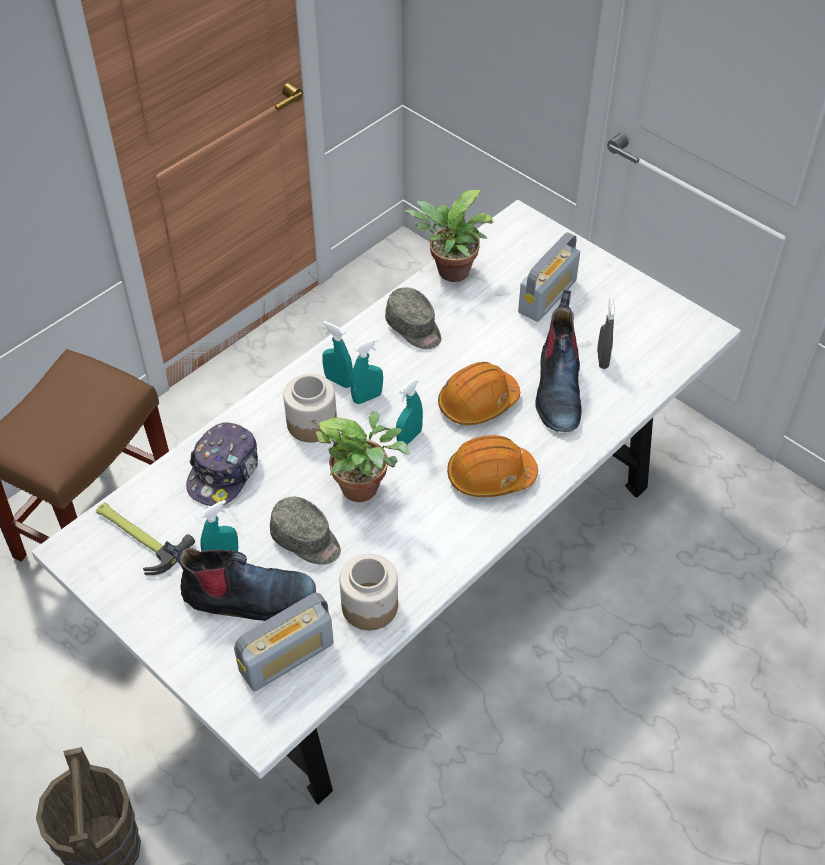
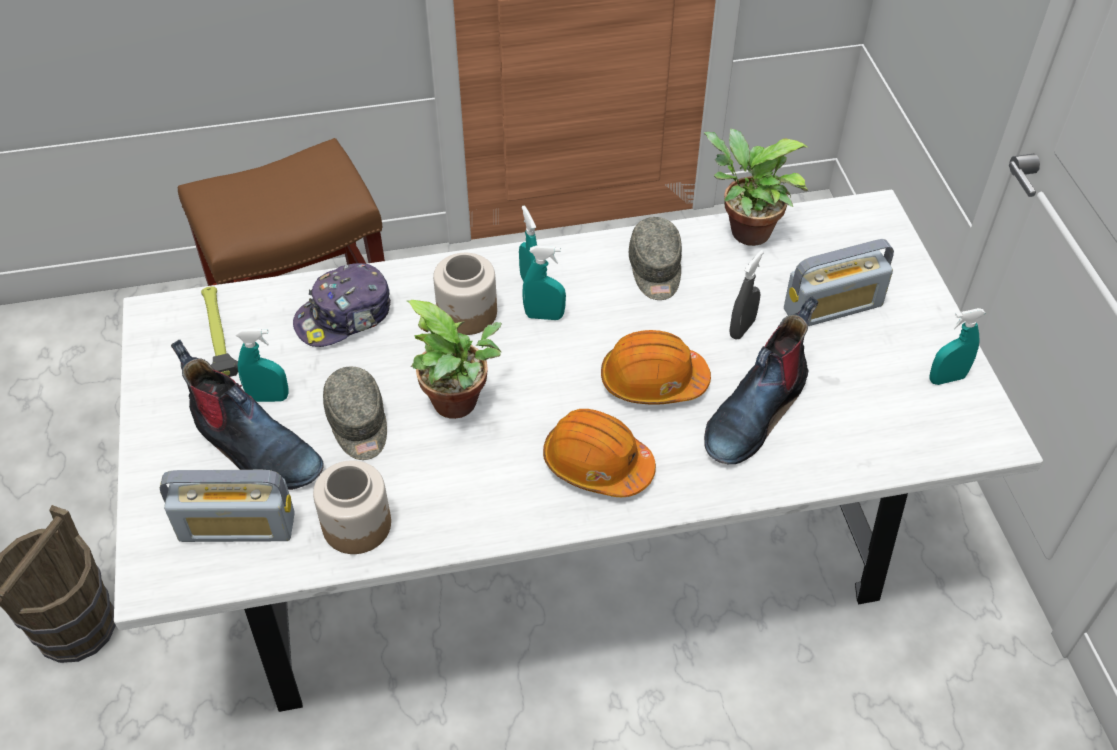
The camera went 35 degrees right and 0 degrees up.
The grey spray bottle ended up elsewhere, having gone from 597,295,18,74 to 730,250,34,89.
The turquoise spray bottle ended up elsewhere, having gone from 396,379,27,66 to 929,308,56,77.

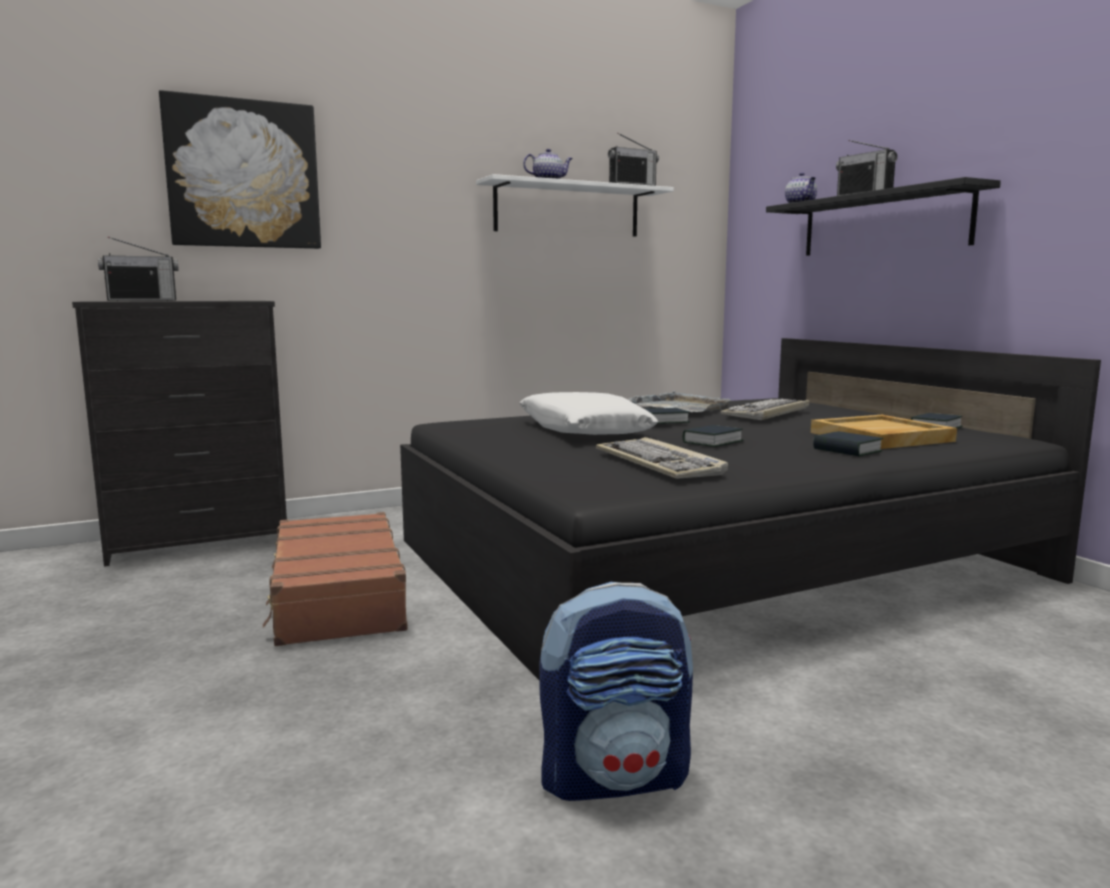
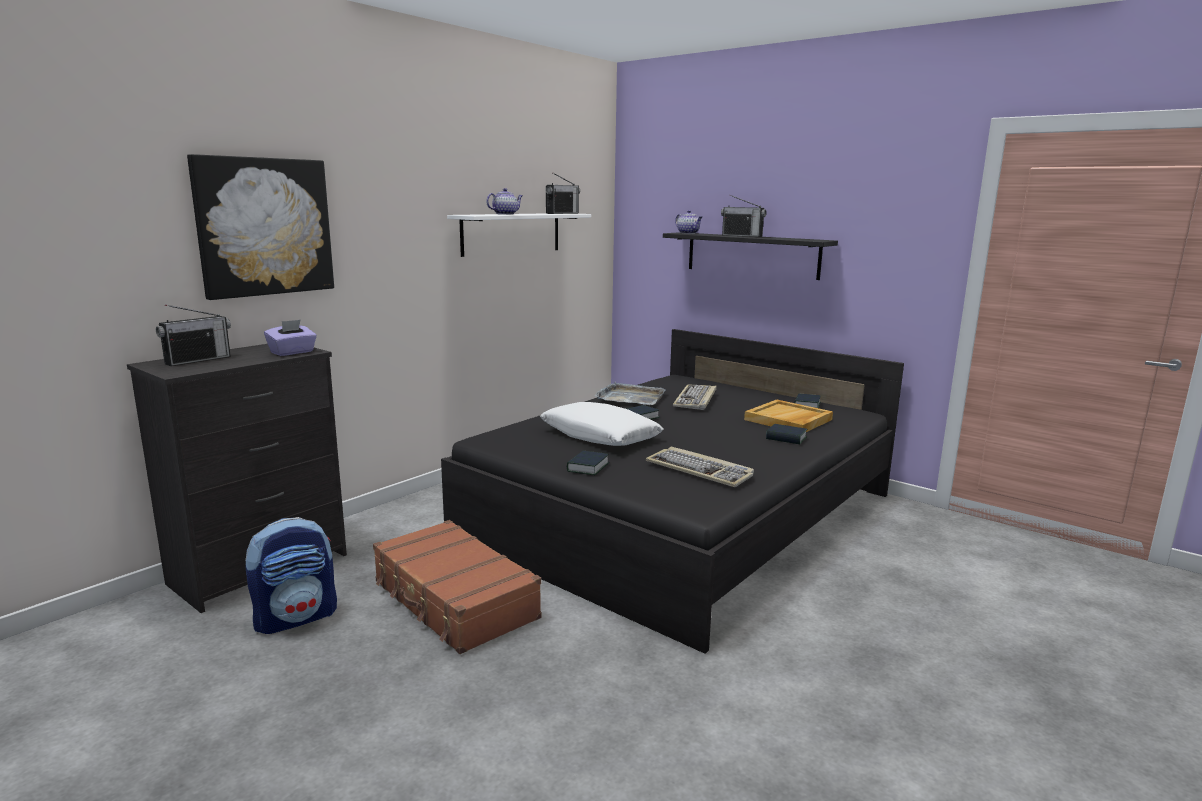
The camera went 25 degrees left and 5 degrees up.
The book ended up elsewhere, having gone from 683,425,61,22 to 567,451,42,24.
The backpack ended up elsewhere, having gone from 539,582,154,219 to 245,517,92,117.
The second view gained the purple tissue box at 264,319,53,37.

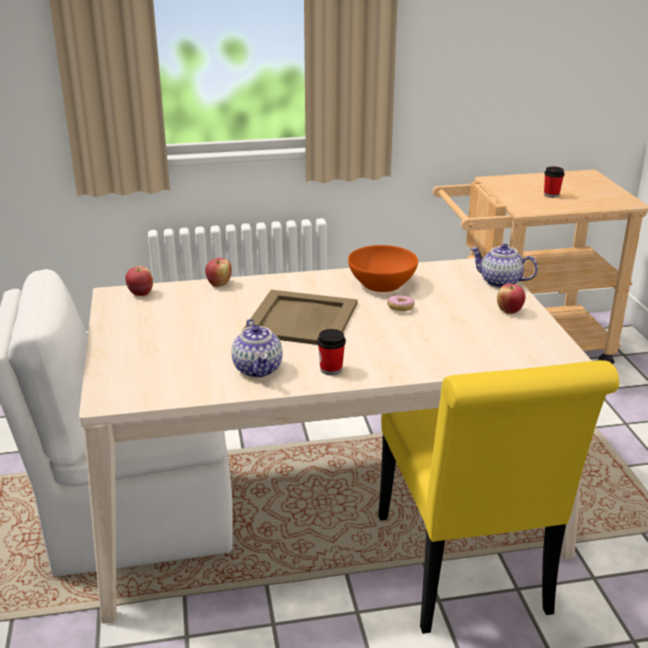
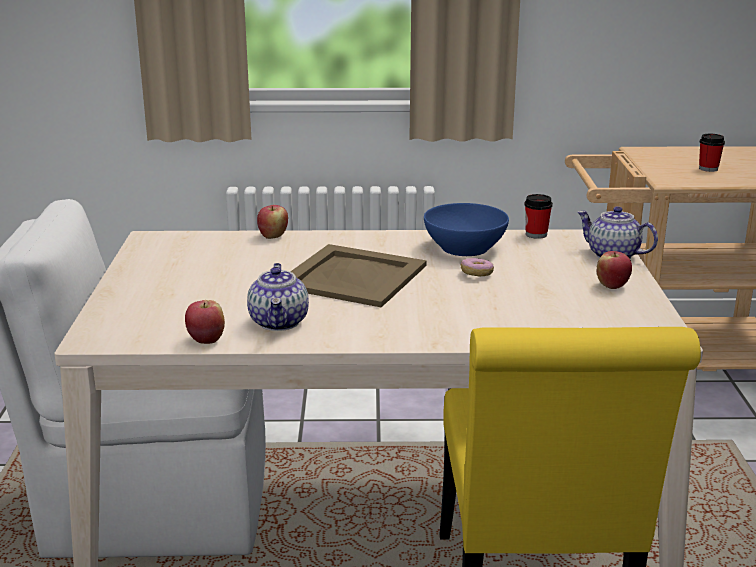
The camera went 10 degrees right and 5 degrees down.
What was the orange bowl at 348,245,70,47 turned into the blue bowl at 424,203,85,53.
The apple ended up elsewhere, having gone from 126,266,27,30 to 185,300,40,44.
The cup ended up elsewhere, having gone from 317,329,29,46 to 524,194,29,45.

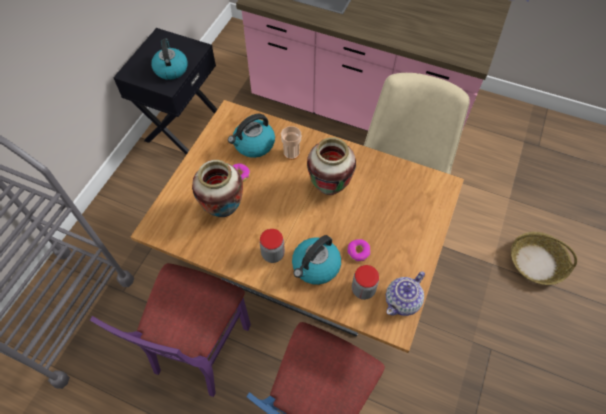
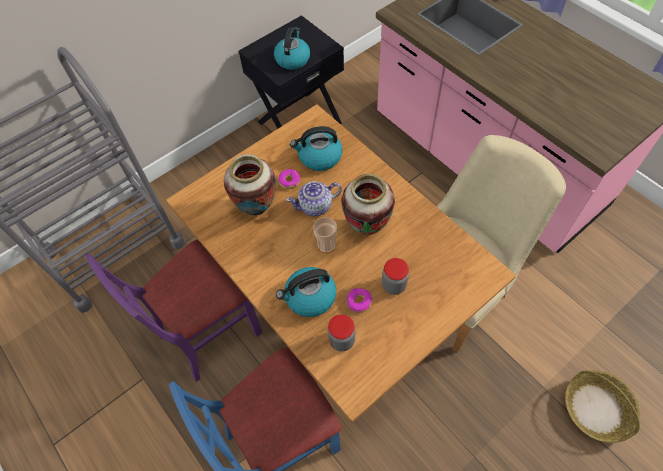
The camera went 30 degrees right and 0 degrees up.
The cup ended up elsewhere, having gone from 281,126,20,34 to 313,217,24,36.
The jar ended up elsewhere, having gone from 260,229,25,34 to 382,258,27,37.
The teapot ended up elsewhere, having gone from 386,271,39,45 to 286,181,56,35.

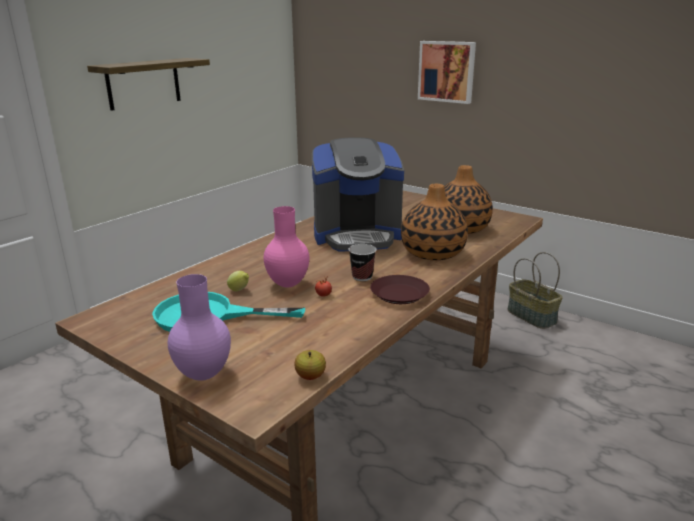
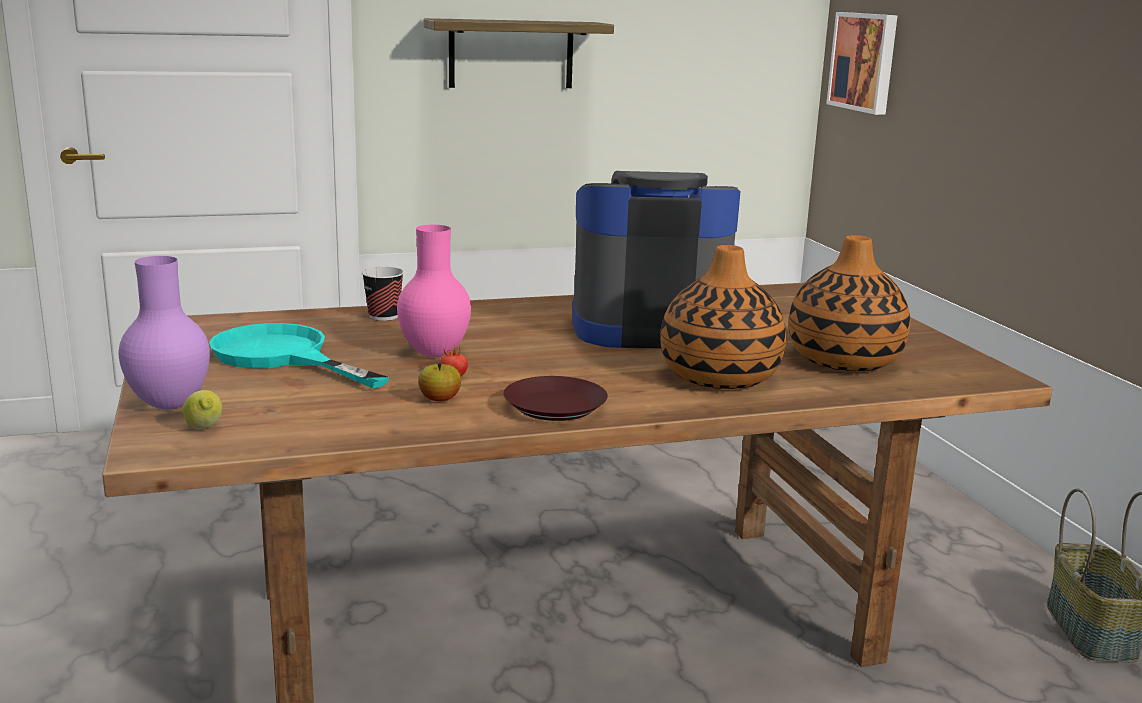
The camera went 35 degrees right and 5 degrees down.
The picture ended up elsewhere, having gone from 418,41,58,63 to 826,12,72,103.
The coffee machine at 312,137,92,115 ended up facing another way, 150 degrees clockwise from before.
The cup ended up elsewhere, having gone from 349,244,28,37 to 362,267,42,54.
The lemon ended up elsewhere, having gone from 227,271,22,20 to 183,390,39,39.
The apple ended up elsewhere, having gone from 294,350,32,30 to 418,363,43,39.

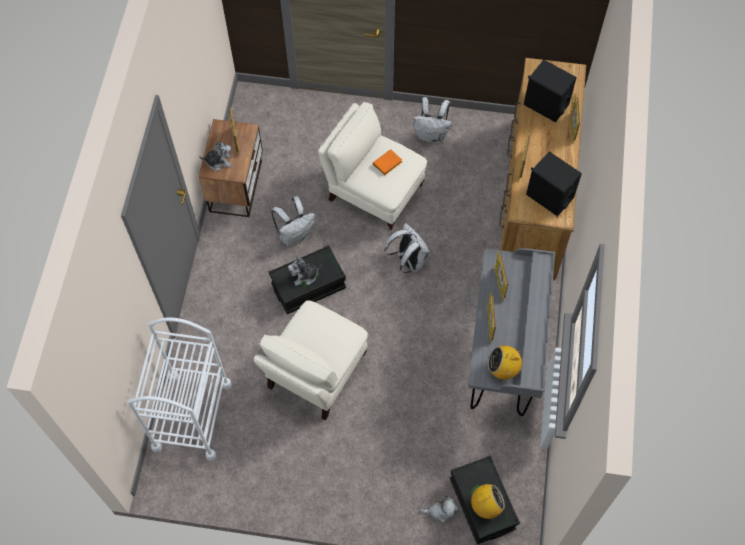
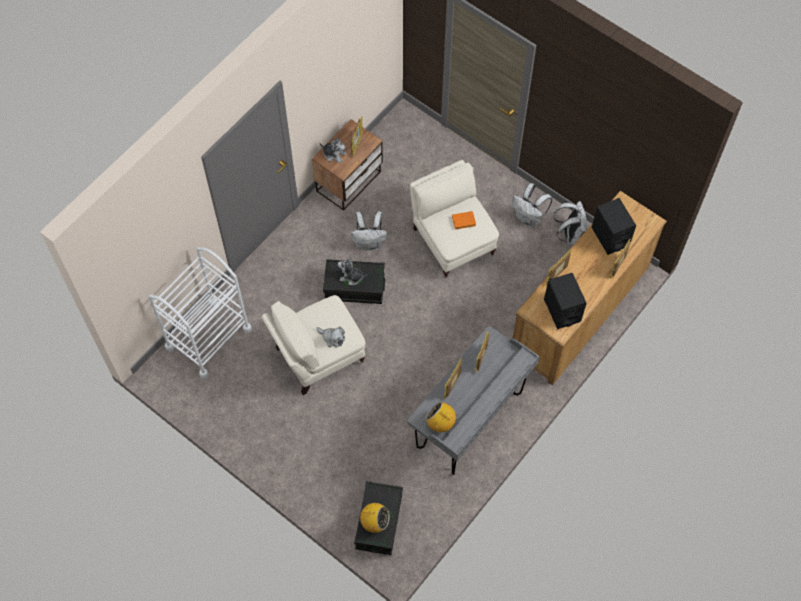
The camera went 30 degrees right and 0 degrees up.
The white backpack ended up elsewhere, having gone from 385,223,46,50 to 553,201,34,43.
The plush toy ended up elsewhere, having gone from 420,495,39,28 to 316,327,29,20.

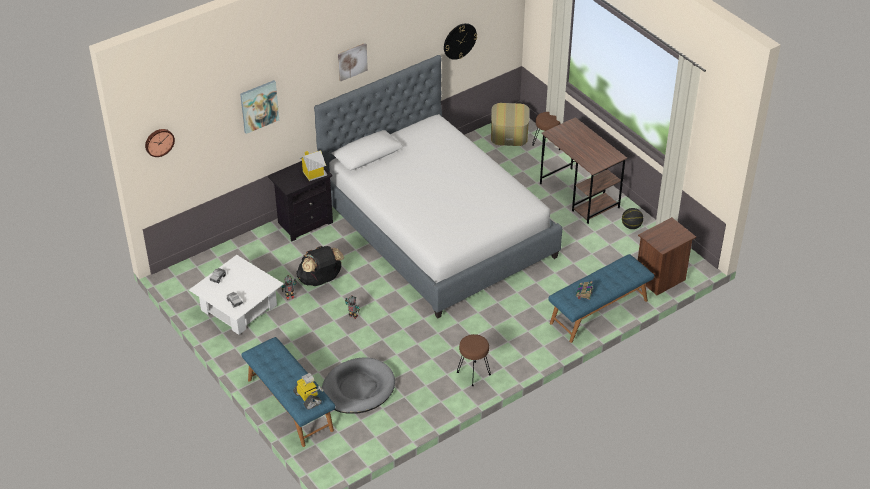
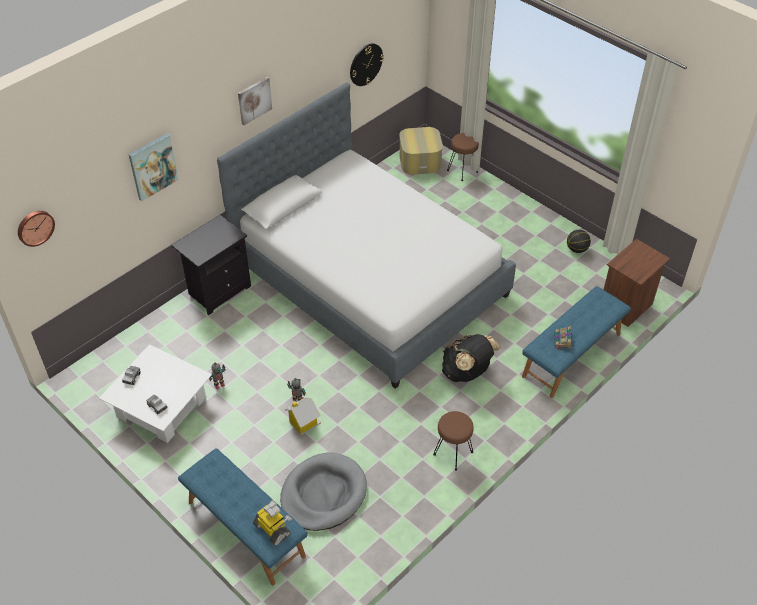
The camera went 10 degrees left and 5 degrees up.
The second view lost the brown desk at 540,117,87,107.
The toy house ended up elsewhere, having gone from 299,150,28,31 to 284,398,37,37.
The black backpack ended up elsewhere, having gone from 297,246,47,40 to 442,334,59,48.

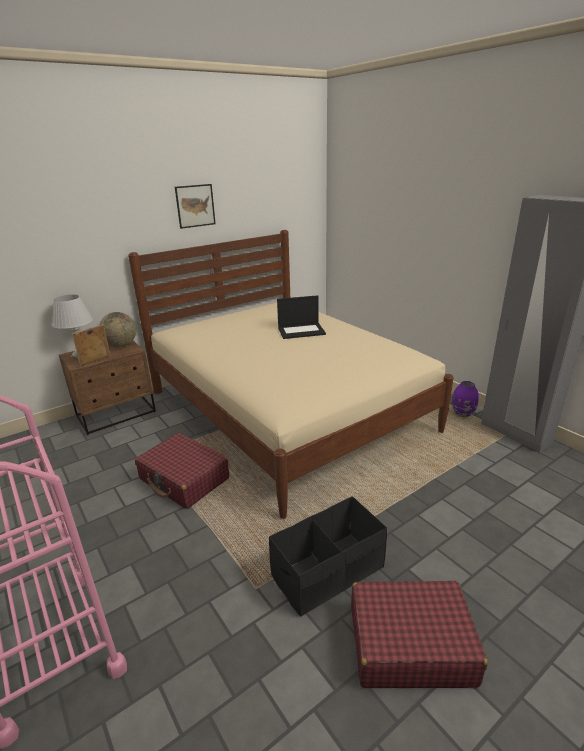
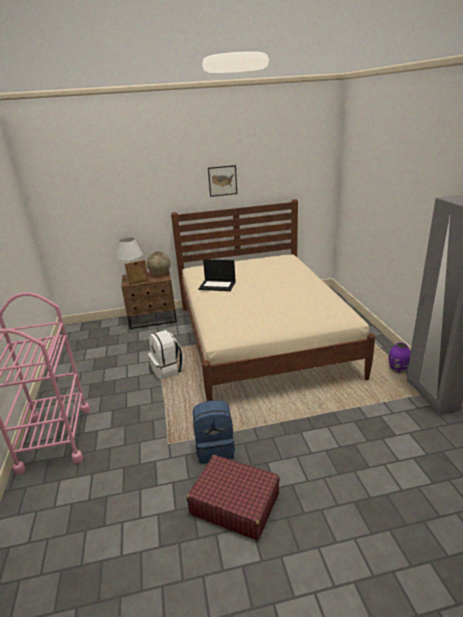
The camera went 25 degrees right and 0 degrees up.
The laptop ended up elsewhere, having gone from 277,295,49,44 to 198,259,38,32.
Where the red suitcase stood at 135,433,94,76, the white backpack came to stand at 148,330,35,50.
Where the black storage box stood at 269,496,118,121, the blue backpack came to stand at 193,401,42,63.

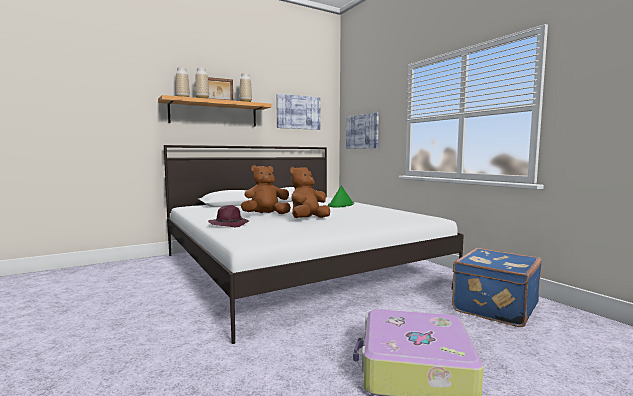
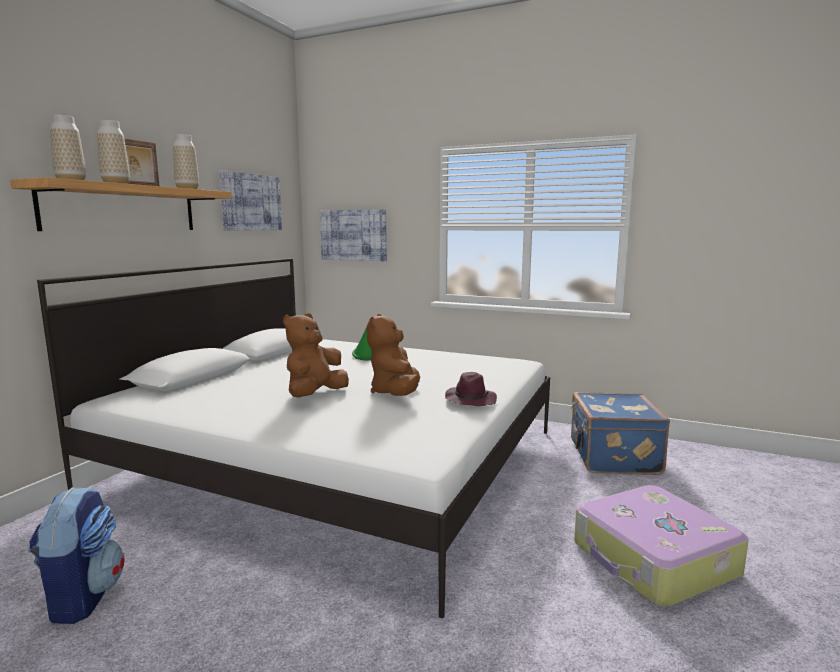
The camera went 35 degrees left and 5 degrees up.
The purple hat ended up elsewhere, having gone from 208,205,41,23 to 445,372,52,34.
The second view gained the backpack at 29,487,96,137.

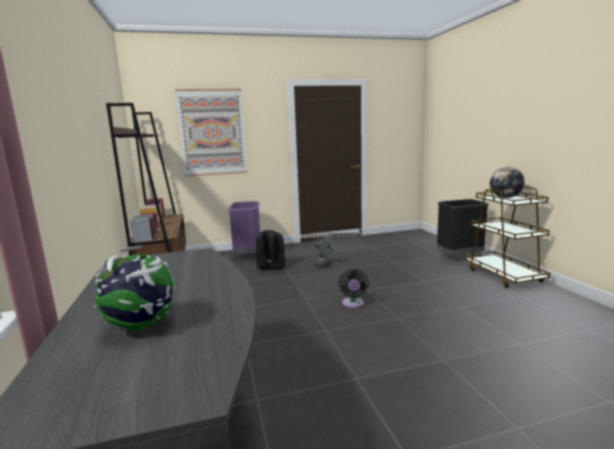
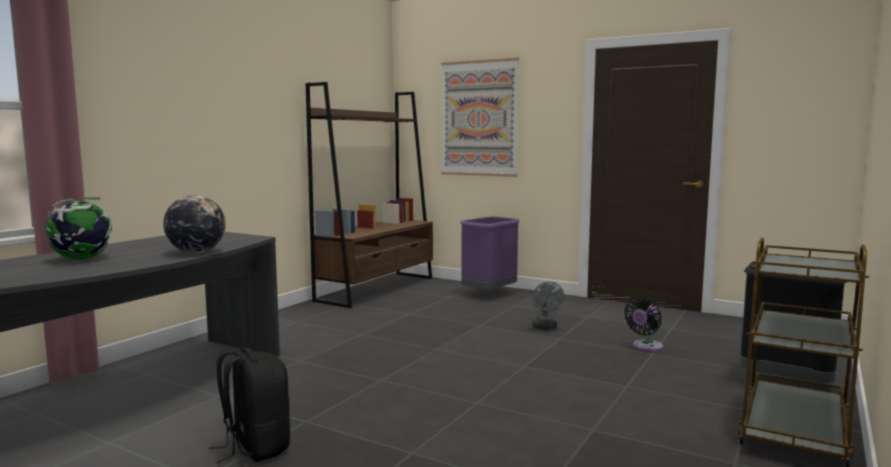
The camera went 45 degrees right and 5 degrees down.
The globe ended up elsewhere, having gone from 490,167,35,31 to 163,195,63,58.
The black backpack ended up elsewhere, having gone from 256,230,29,43 to 209,348,81,116.
The black fan ended up elsewhere, having gone from 338,269,31,39 to 624,296,39,55.

